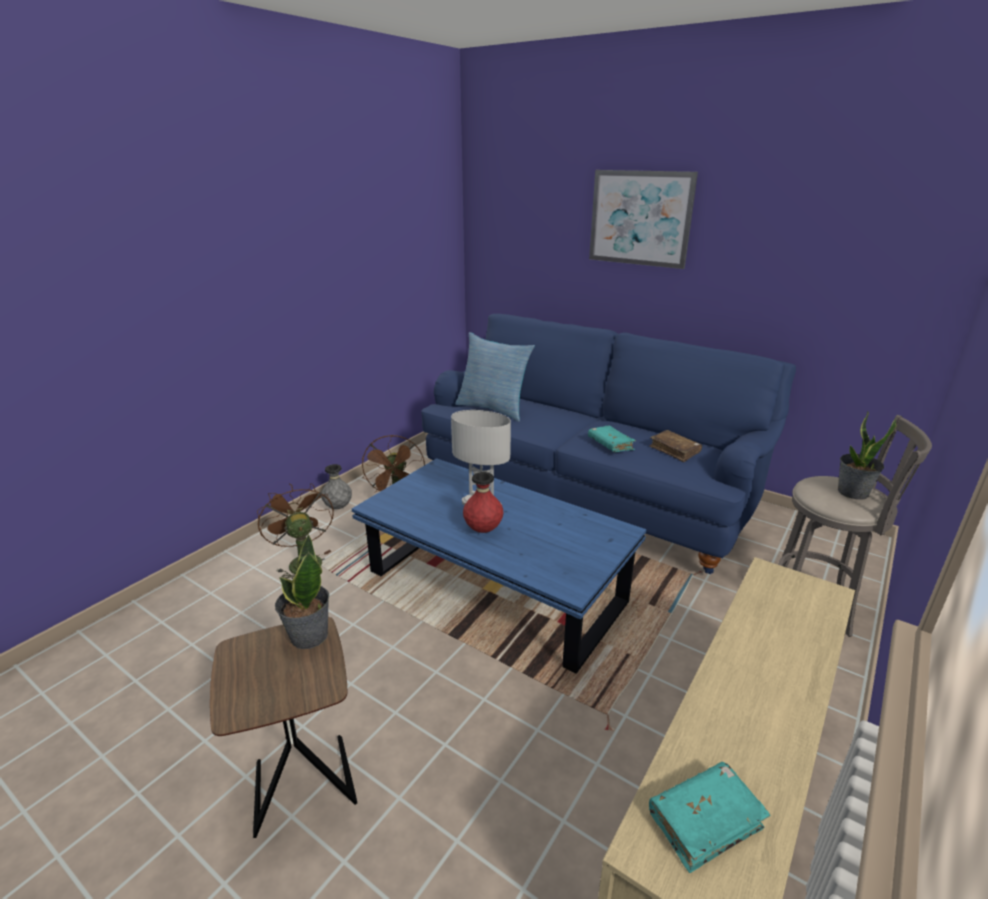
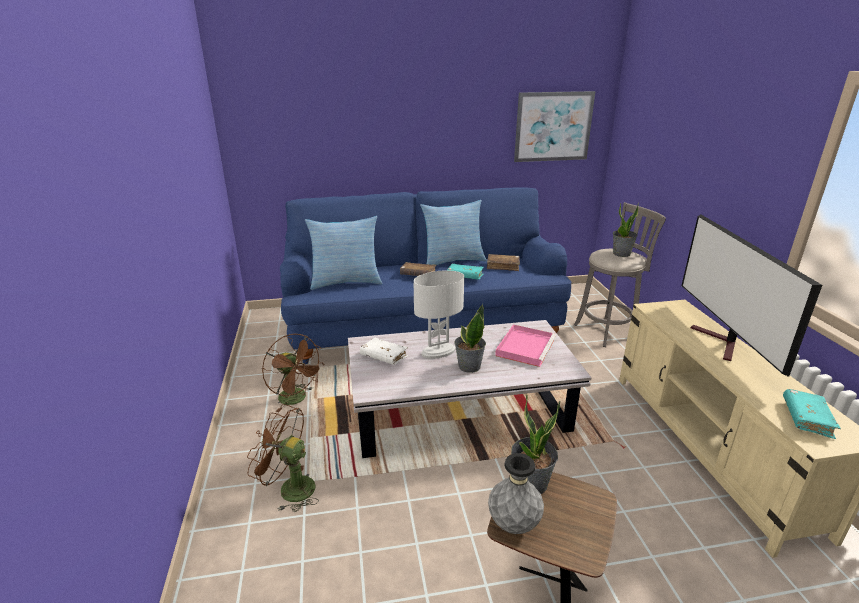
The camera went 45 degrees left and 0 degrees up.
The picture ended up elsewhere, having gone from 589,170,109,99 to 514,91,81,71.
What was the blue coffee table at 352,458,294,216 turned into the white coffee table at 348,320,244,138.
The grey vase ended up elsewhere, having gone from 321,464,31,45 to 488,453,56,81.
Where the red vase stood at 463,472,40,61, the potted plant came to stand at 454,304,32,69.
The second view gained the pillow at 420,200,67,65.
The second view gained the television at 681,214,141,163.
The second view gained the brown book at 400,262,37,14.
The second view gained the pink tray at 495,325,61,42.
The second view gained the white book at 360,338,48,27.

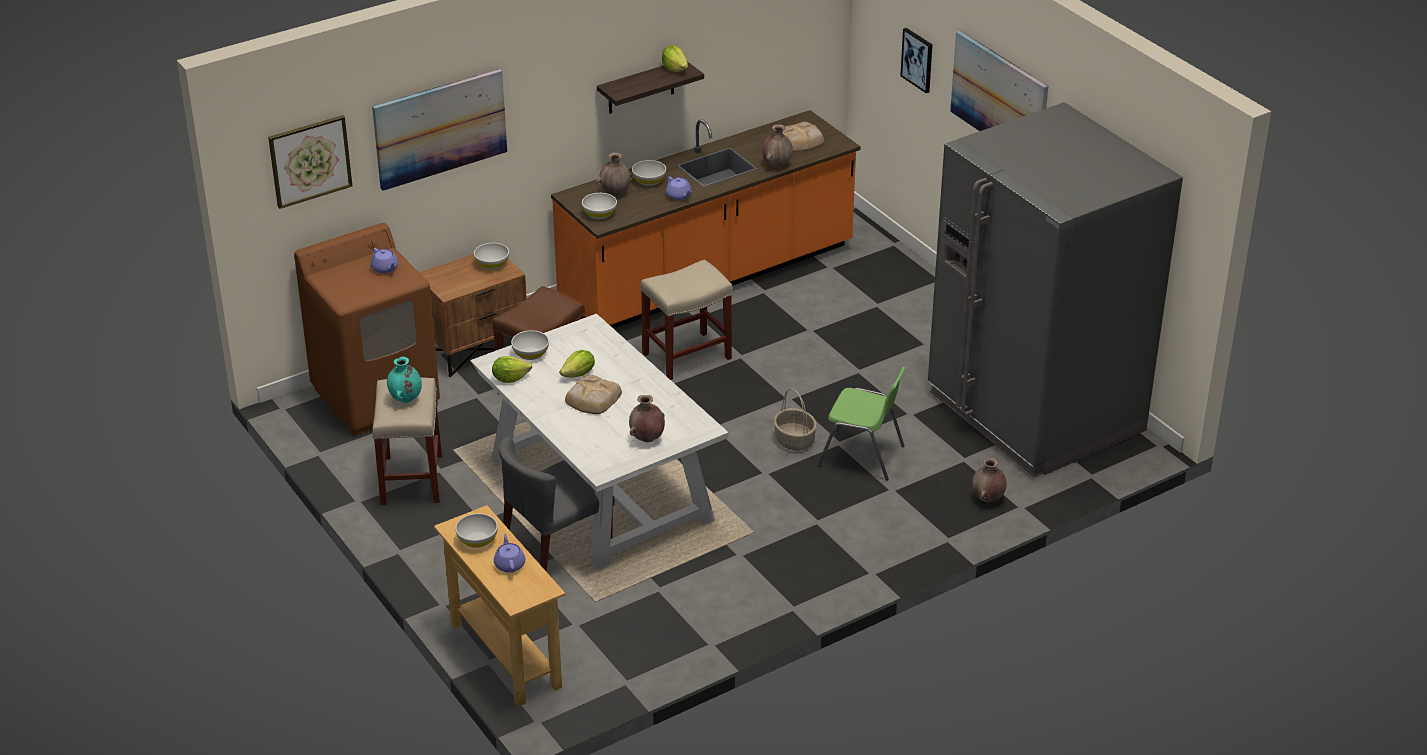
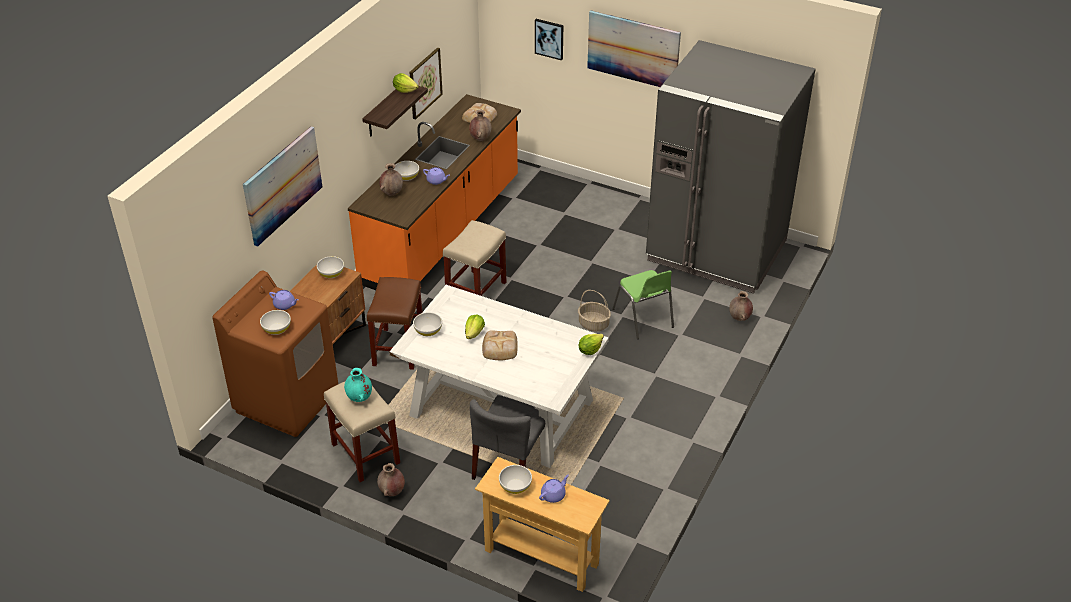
The camera went 30 degrees left and 5 degrees up.
The picture ended up elsewhere, having gone from 268,115,84,94 to 409,48,34,72.
The white bowl ended up elsewhere, having gone from 582,193,35,26 to 260,310,31,25.
The lettuce ended up elsewhere, having gone from 492,356,40,27 to 578,334,26,21.
The green chair at 818,366,88,114 ended up facing another way, 75 degrees clockwise from before.
The brown vase ended up elsewhere, having gone from 629,395,36,47 to 377,463,28,33.
The purple teapot at 494,534,31,38 ended up facing another way, 90 degrees clockwise from before.

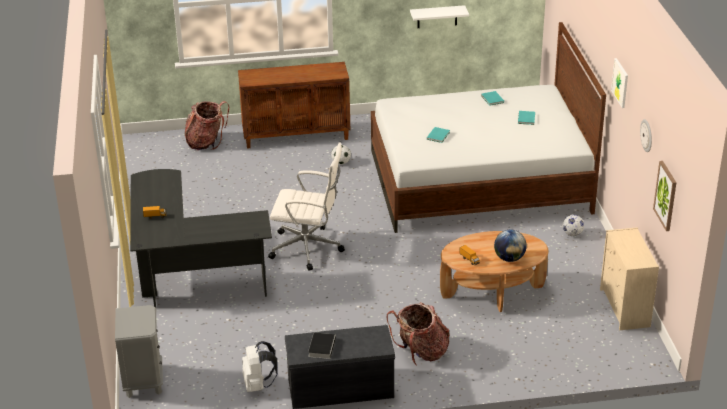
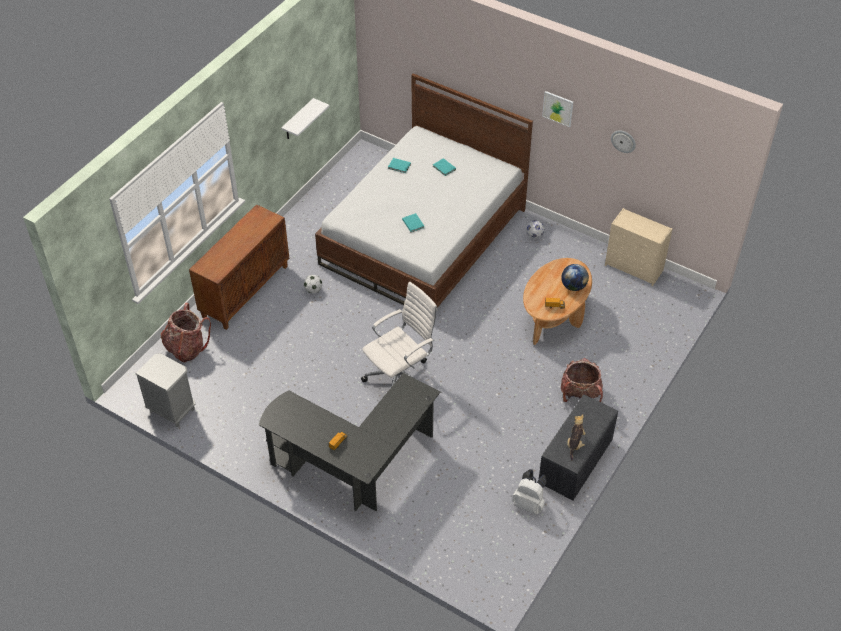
The camera went 50 degrees left and 15 degrees up.
The second view lost the picture at 653,161,23,70.
The grey nightstand ended up elsewhere, having gone from 115,305,48,93 to 135,353,61,74.
Where the book stood at 308,333,28,26, the plush toy came to stand at 567,414,19,47.

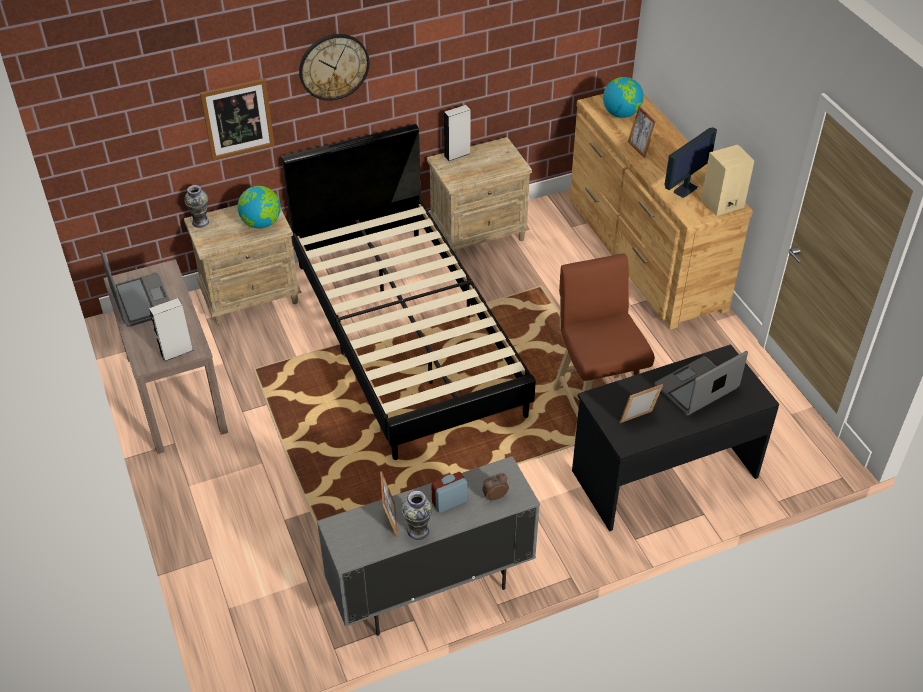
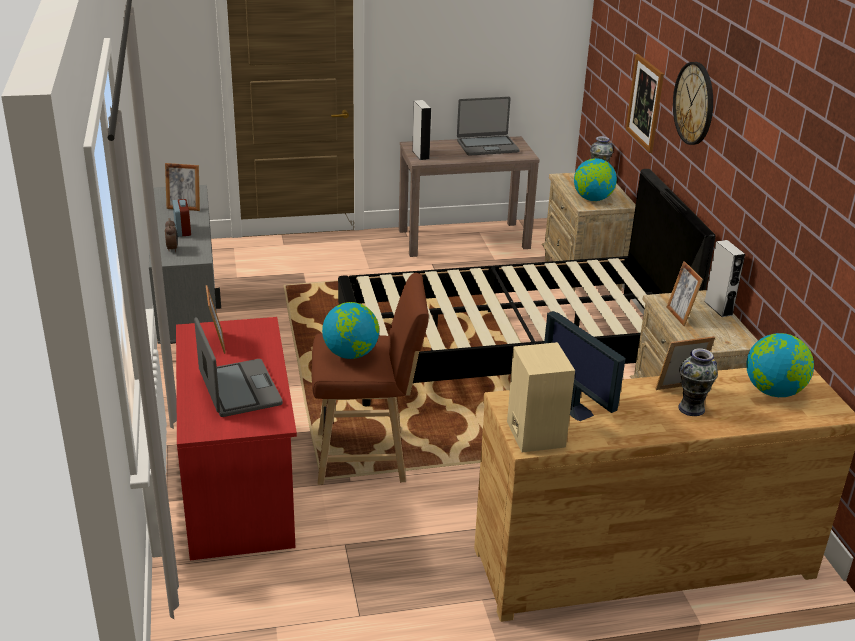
The camera went 100 degrees right and 15 degrees down.
What was the black desk at 572,344,207,187 turned into the red desk at 176,317,121,244.
The vase ended up elsewhere, having gone from 402,491,30,49 to 678,348,40,68.
The second view gained the picture frame at 667,261,36,65.
The second view gained the globe at 322,302,57,57.

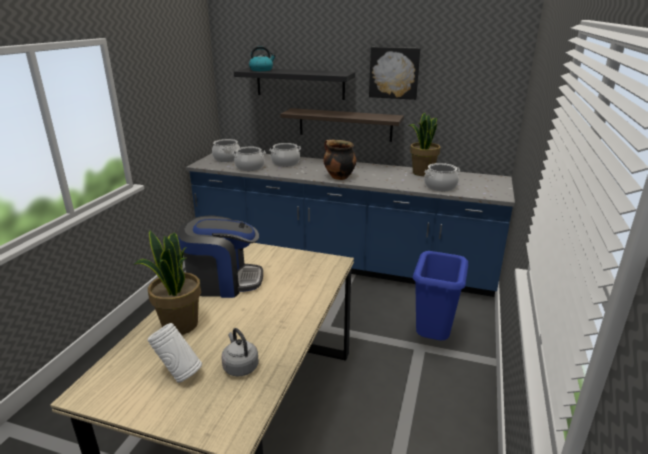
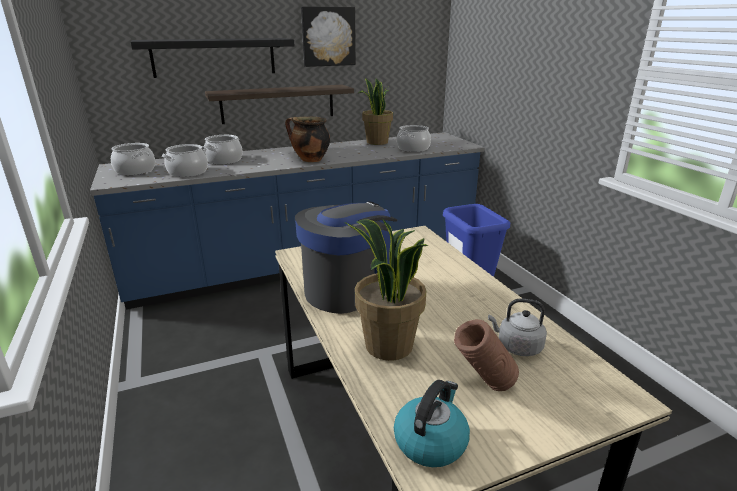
The camera went 40 degrees left and 0 degrees up.
The kettle ended up elsewhere, having gone from 249,46,27,25 to 394,380,76,87.
What was the white vase at 147,323,55,60 turned into the brown vase at 454,319,65,72.

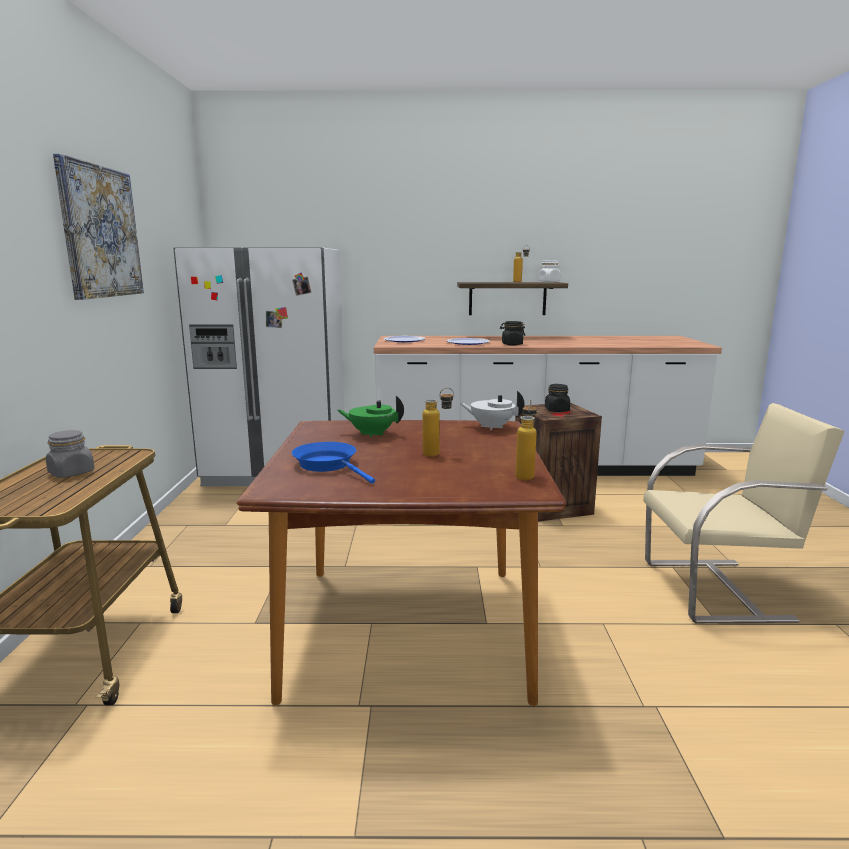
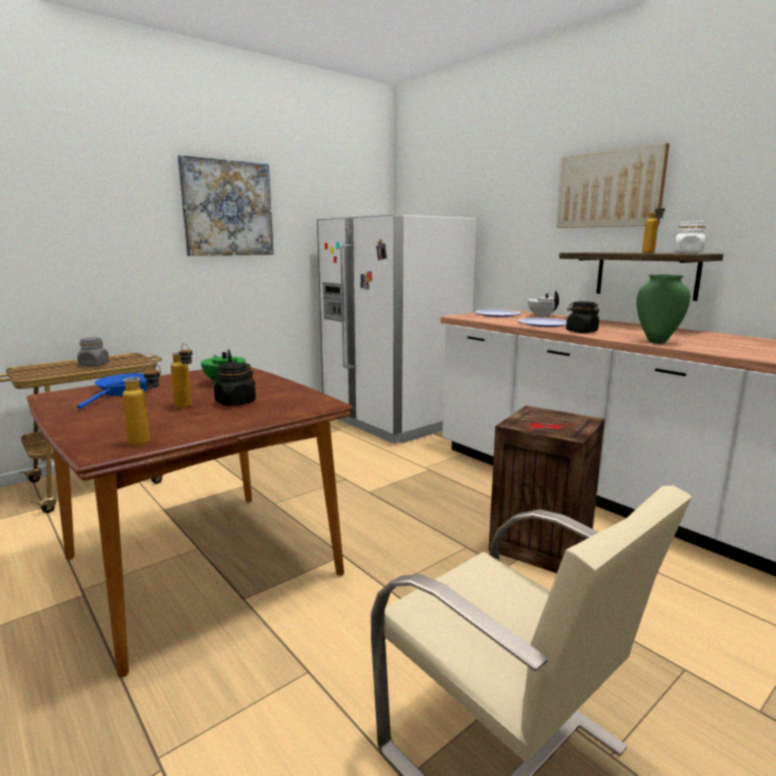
The camera went 50 degrees right and 0 degrees up.
The black jar ended up elsewhere, having gone from 545,384,25,28 to 211,362,45,44.
The white teapot ended up elsewhere, having gone from 460,391,65,39 to 528,291,31,27.
The second view gained the picture at 556,143,114,85.
The second view gained the green vase at 636,274,54,70.

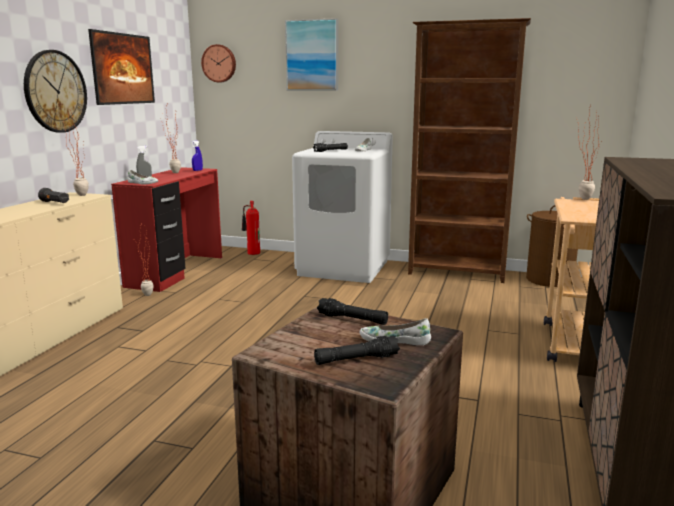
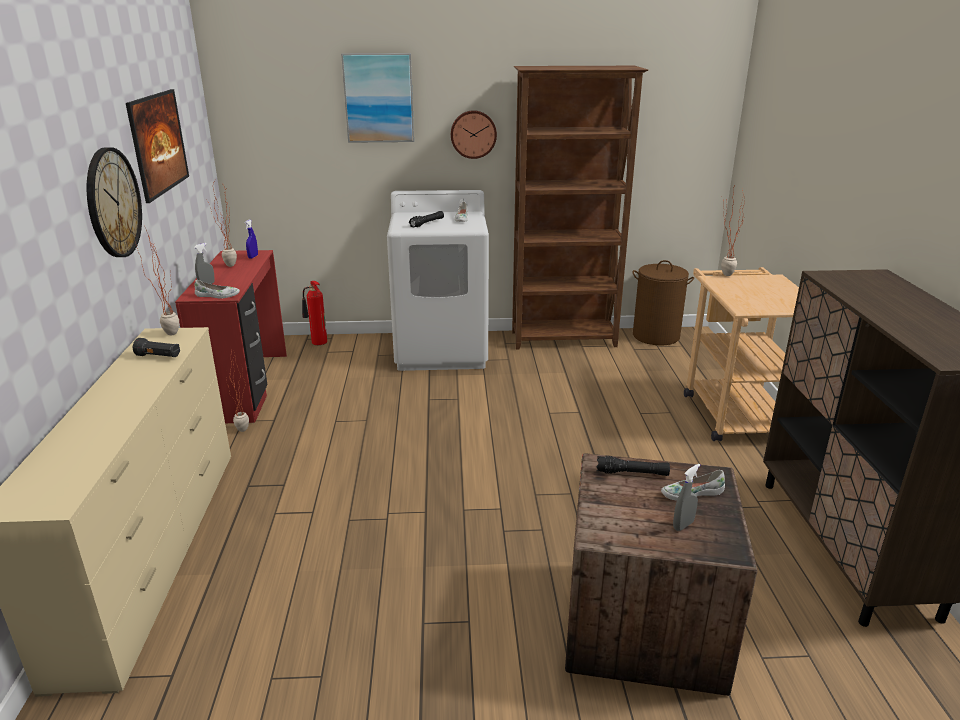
The camera went 20 degrees left and 10 degrees up.
The wall clock ended up elsewhere, having gone from 201,44,35,38 to 451,110,46,49.
Where the black flashlight stood at 314,336,86,29, the grey spray bottle came to stand at 673,464,27,67.

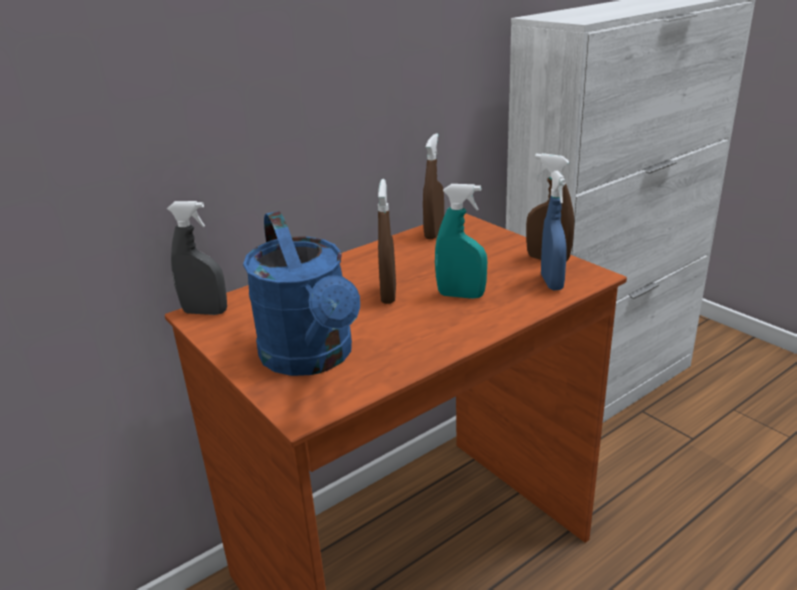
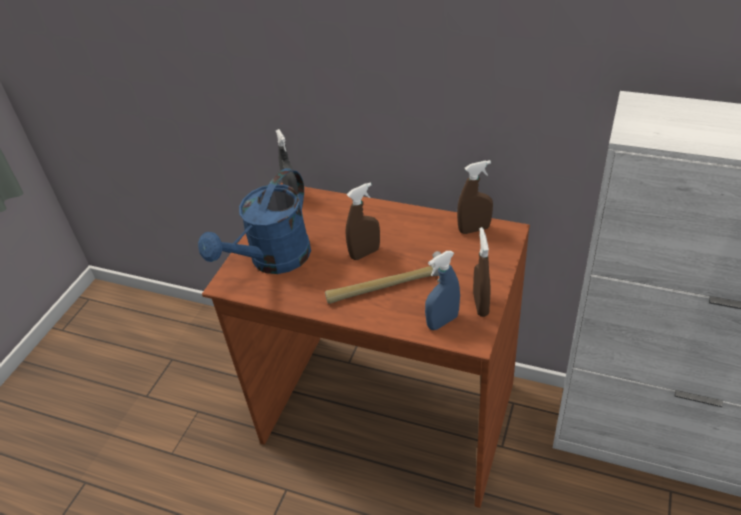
The camera went 60 degrees right and 15 degrees up.
Where the turquoise spray bottle stood at 435,184,52,115, the hammer came to stand at 325,251,116,53.

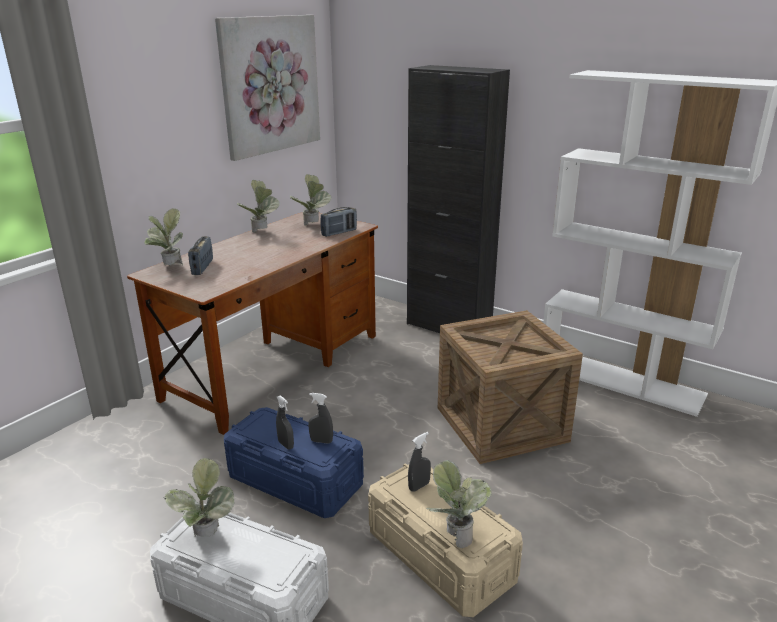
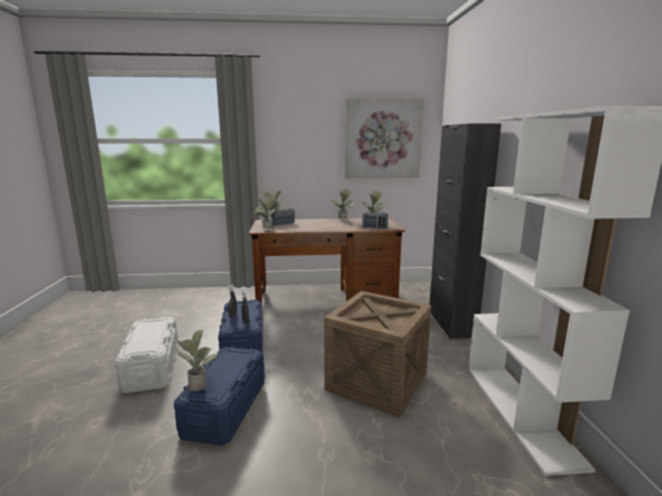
The camera went 50 degrees right and 10 degrees down.
The second view lost the grey spray bottle at 408,432,23,60.
The potted plant ended up elsewhere, having gone from 164,458,71,79 to 254,195,22,34.
What was the beige storage box at 368,463,155,154 turned into the blue storage box at 174,346,91,100.

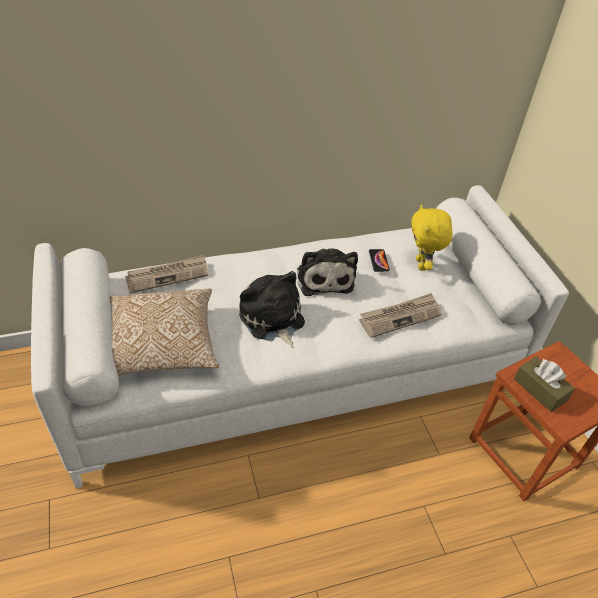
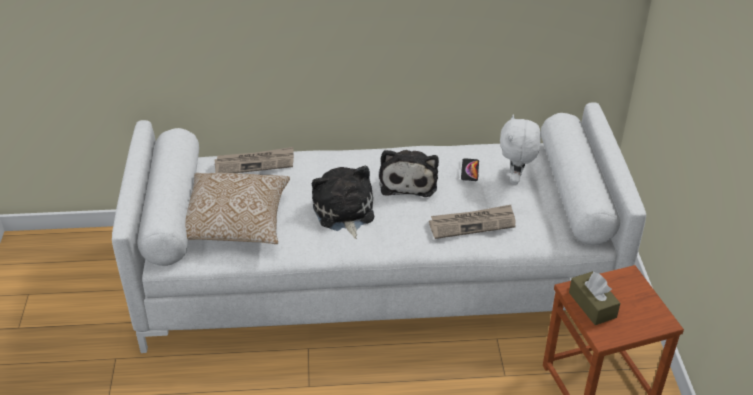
The camera went 15 degrees right and 5 degrees down.
What was the yellow plush toy at 411,204,42,67 turned into the white plush toy at 500,114,41,71.

